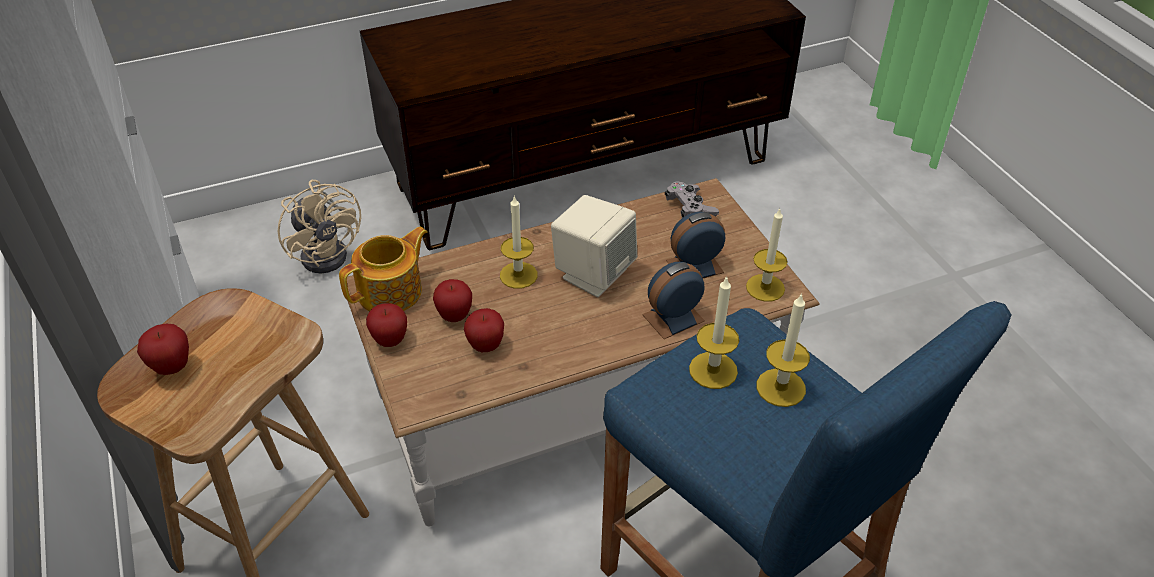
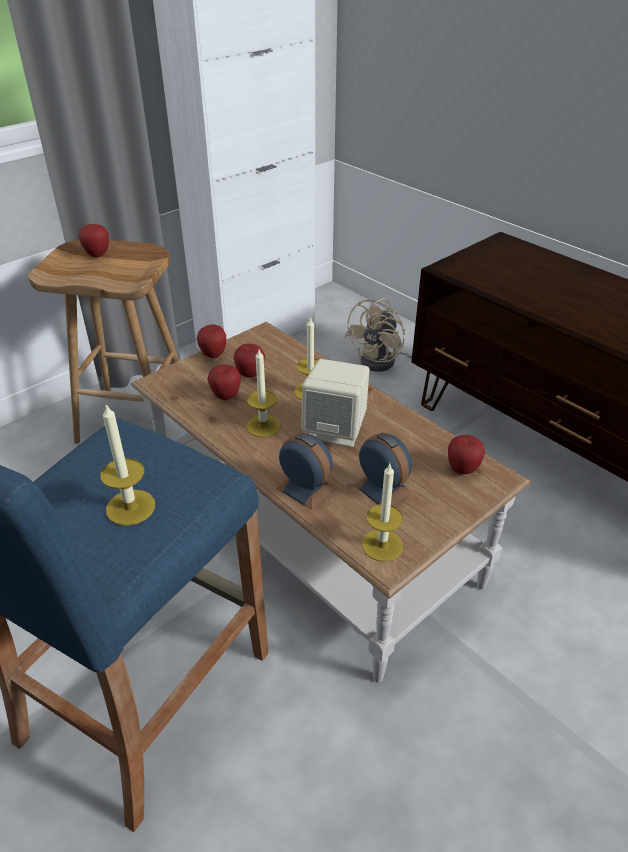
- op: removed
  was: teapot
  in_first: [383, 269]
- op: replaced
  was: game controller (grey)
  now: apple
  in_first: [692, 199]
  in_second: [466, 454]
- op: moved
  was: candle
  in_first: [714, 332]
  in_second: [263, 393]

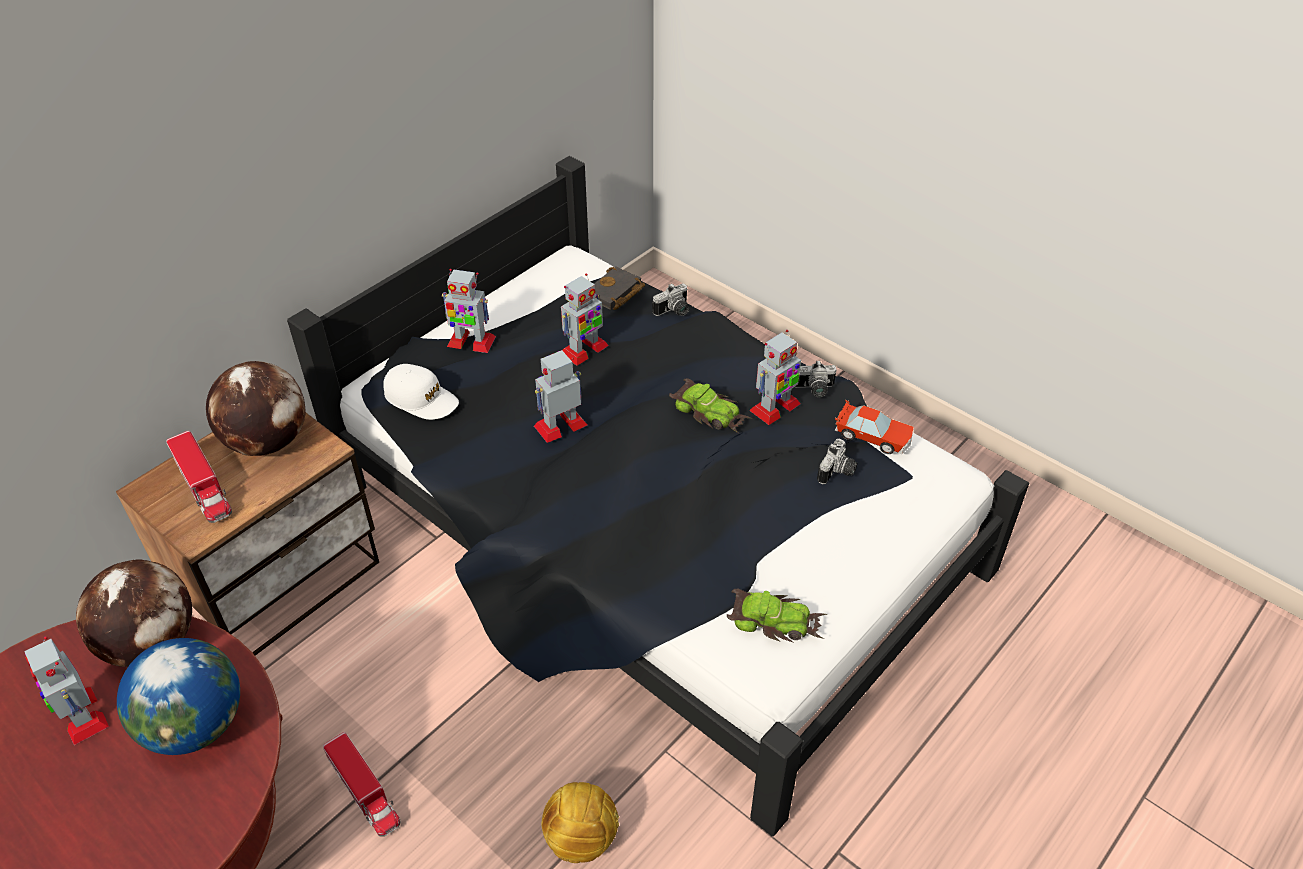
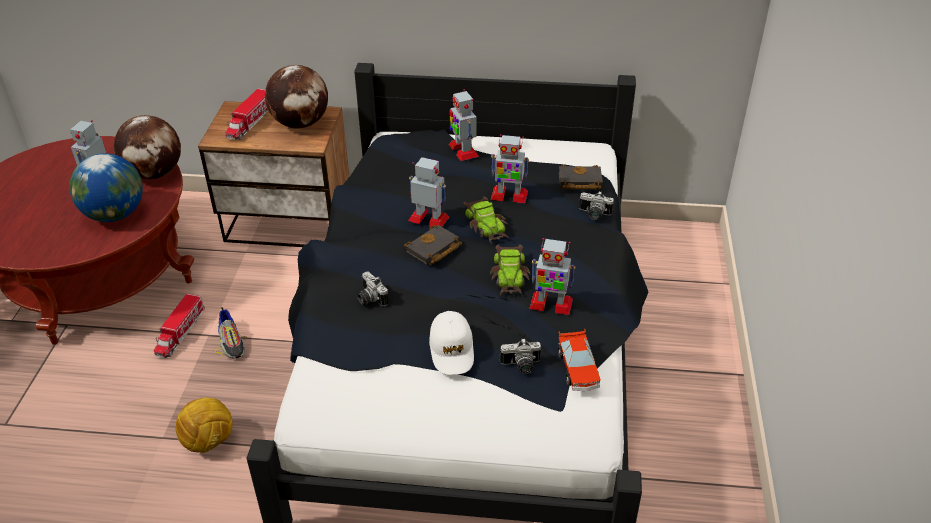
- op: moved
  was: cap (white)
  in_first: [421, 392]
  in_second: [451, 343]
- op: moved
  was: toy car
  in_first: [777, 616]
  in_second: [487, 220]
- op: moved
  was: photo camera
  in_first: [816, 379]
  in_second: [373, 288]
- op: added
  now: shoe
  in_second: [231, 332]
- op: added
  now: book (black)
  in_second: [433, 245]

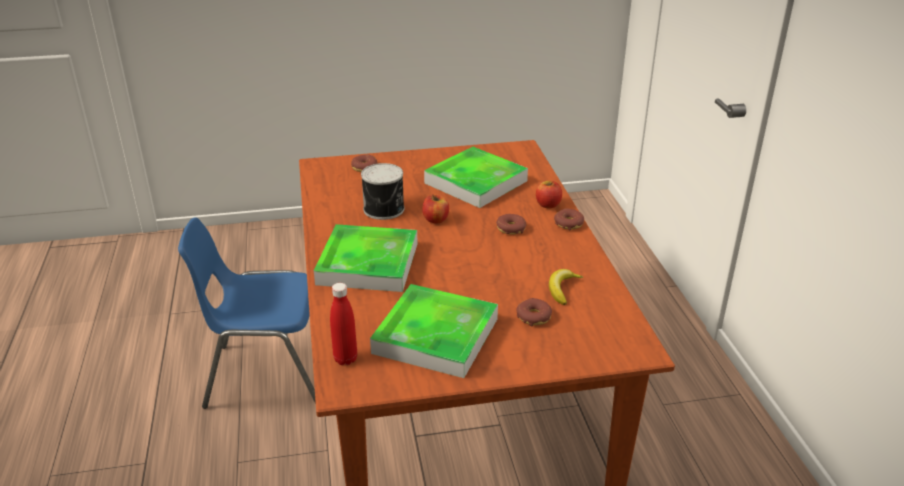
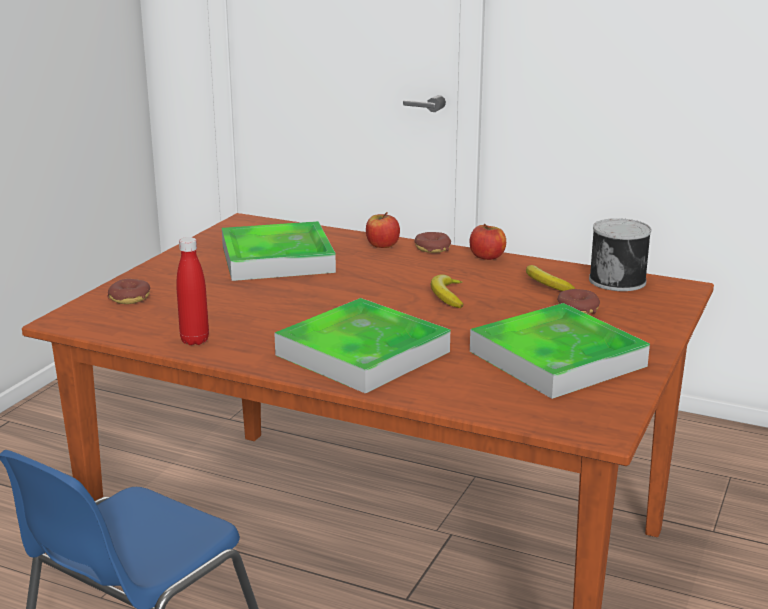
- op: moved
  was: bottle (red)
  in_first: [343, 324]
  in_second: [192, 291]
- op: moved
  was: can
  in_first: [382, 191]
  in_second: [620, 254]
- op: moved
  was: apple
  in_first: [435, 208]
  in_second: [487, 242]
- op: removed
  was: donut
  in_first: [511, 224]
- op: added
  now: banana
  in_second: [447, 291]

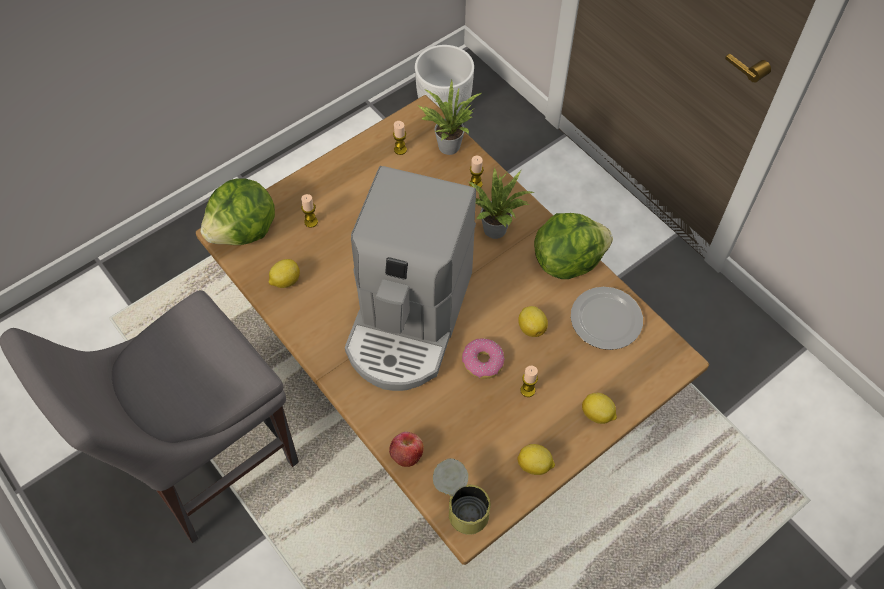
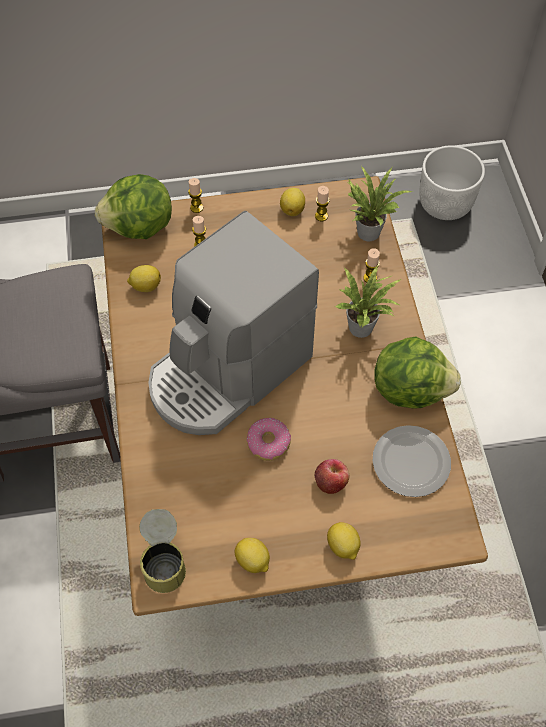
- op: moved
  was: apple
  in_first: [406, 449]
  in_second: [331, 476]
- op: moved
  was: lemon
  in_first: [533, 321]
  in_second: [292, 202]
- op: moved
  was: candle
  in_first: [529, 381]
  in_second: [195, 195]

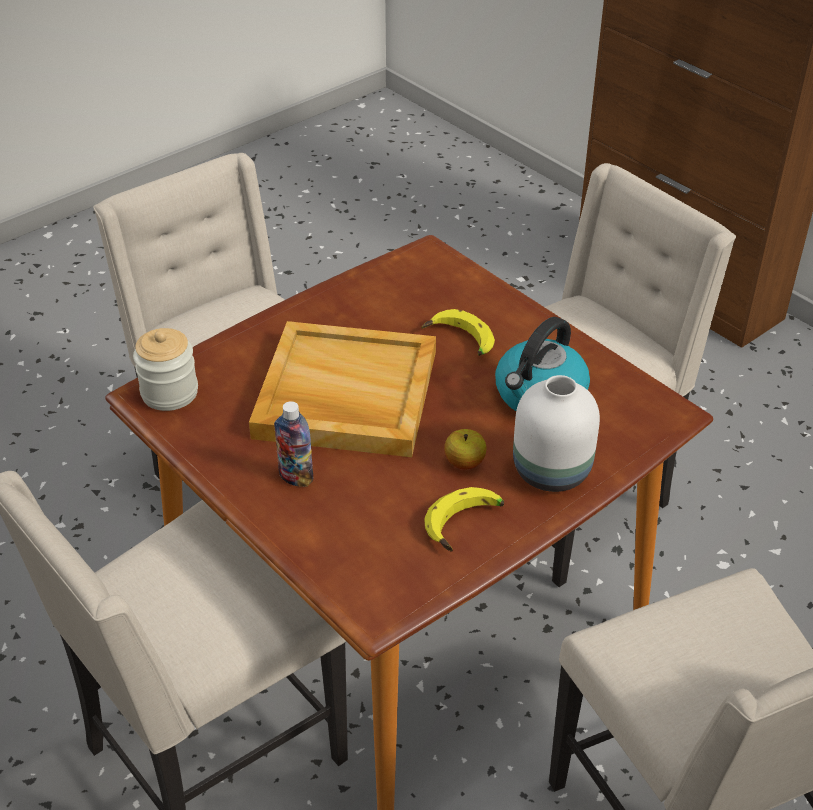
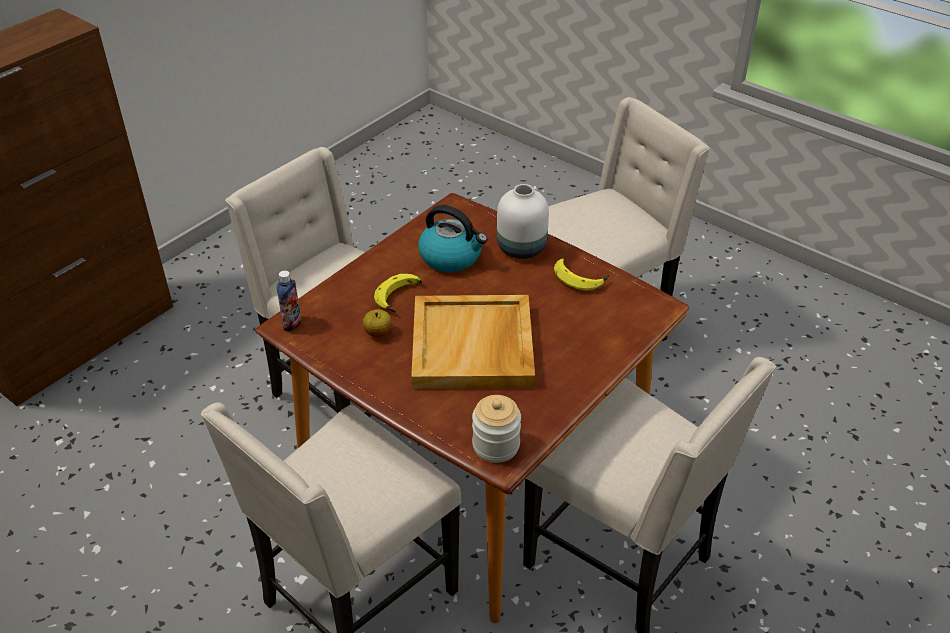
- op: moved
  was: bottle
  in_first: [293, 444]
  in_second: [289, 301]
- op: moved
  was: apple
  in_first: [465, 449]
  in_second: [377, 323]

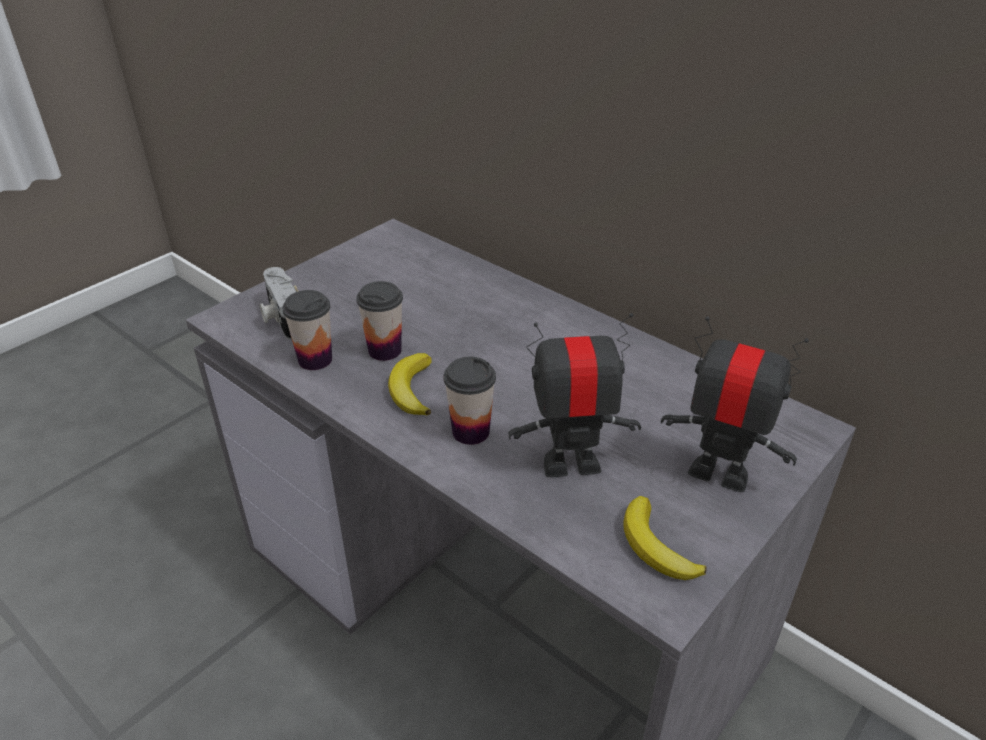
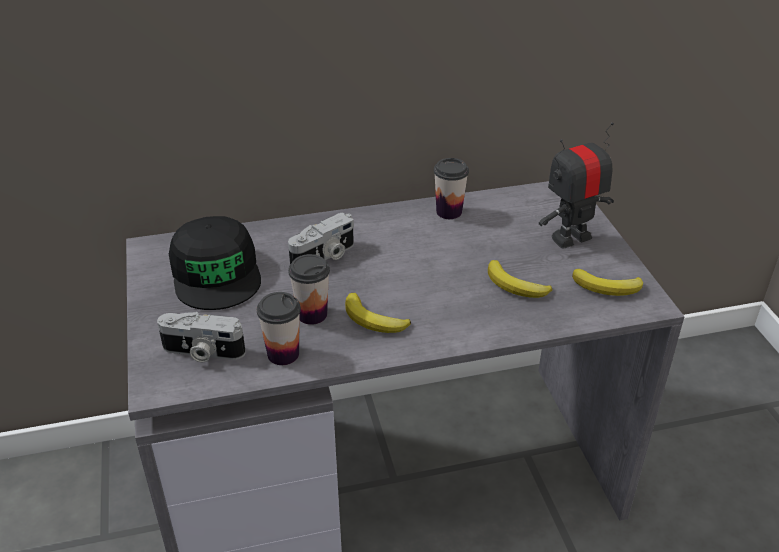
- op: moved
  was: cup
  in_first: [470, 401]
  in_second: [451, 188]
- op: replaced
  was: toy robot
  now: banana
  in_first: [574, 395]
  in_second: [520, 279]
- op: added
  now: cap (black)
  in_second: [215, 263]
- op: added
  now: photo camera
  in_second: [321, 238]

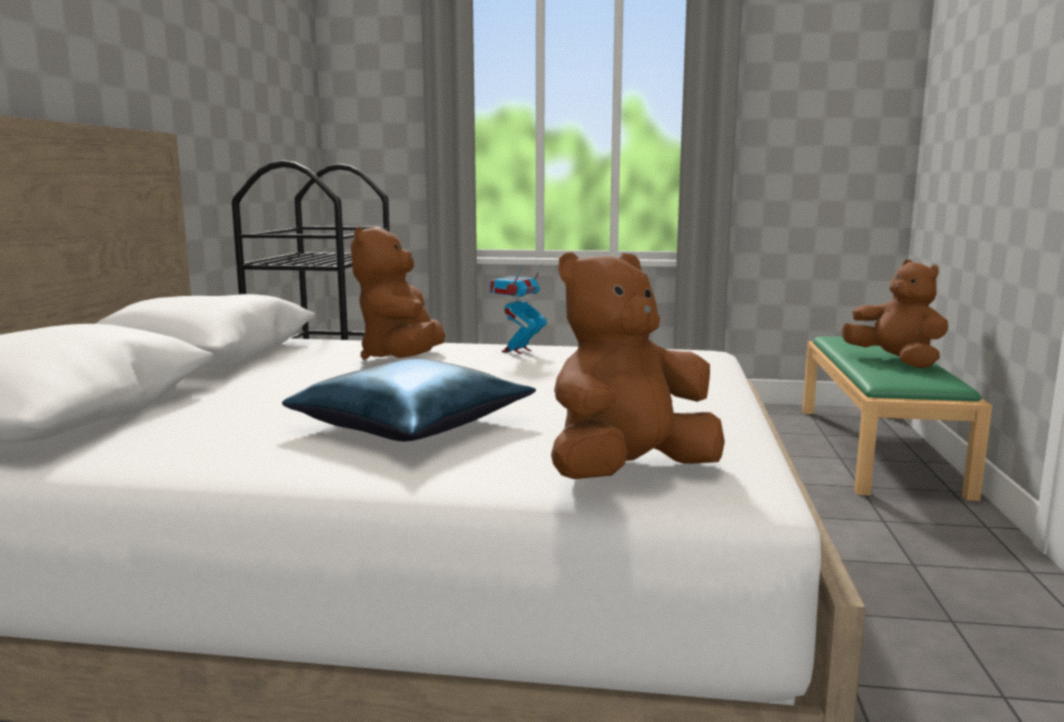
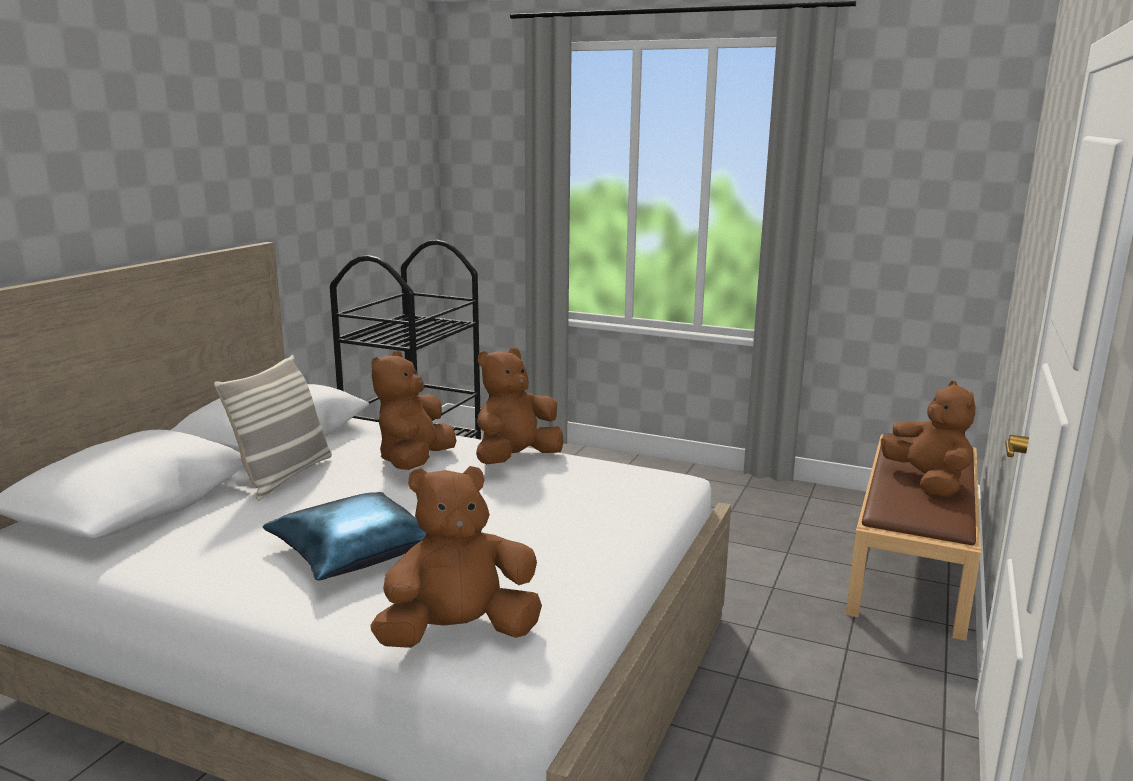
- op: replaced
  was: toy robot
  now: plush toy (brown)
  in_first: [518, 308]
  in_second: [520, 406]
- op: recoloured
  was: bench (green)
  now: bench (brown)
  in_first: [897, 418]
  in_second: [913, 537]
- op: added
  now: pillow
  in_second: [273, 428]

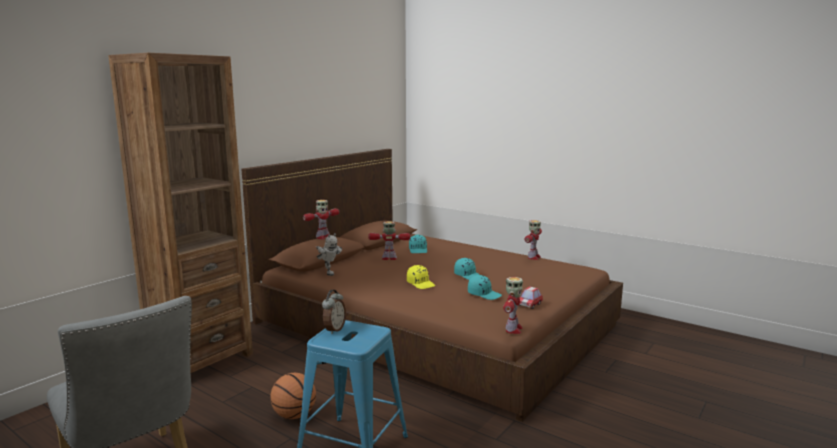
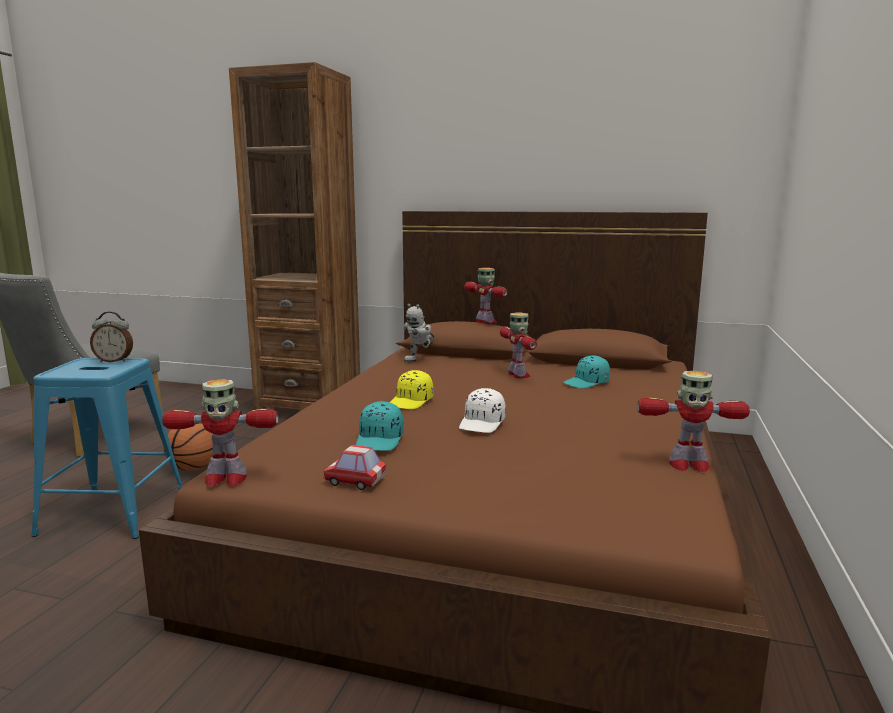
- op: turned
  was: toy robot
  in_first: [321, 219]
  in_second: [486, 296]
  clockwise: -150
- op: recoloured
  was: cap (turquoise)
  now: cap (white)
  in_first: [467, 269]
  in_second: [482, 410]

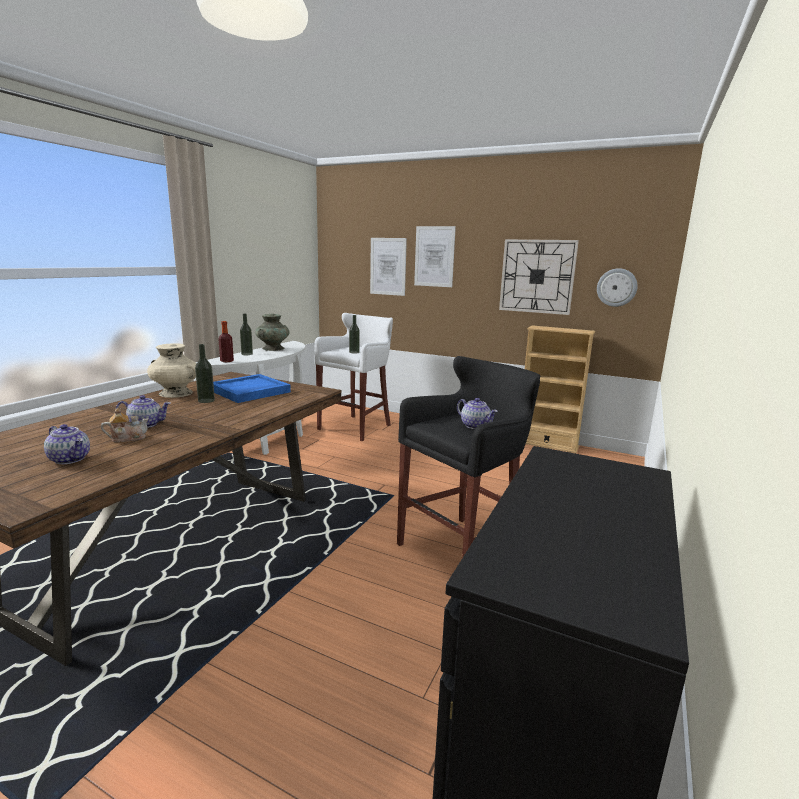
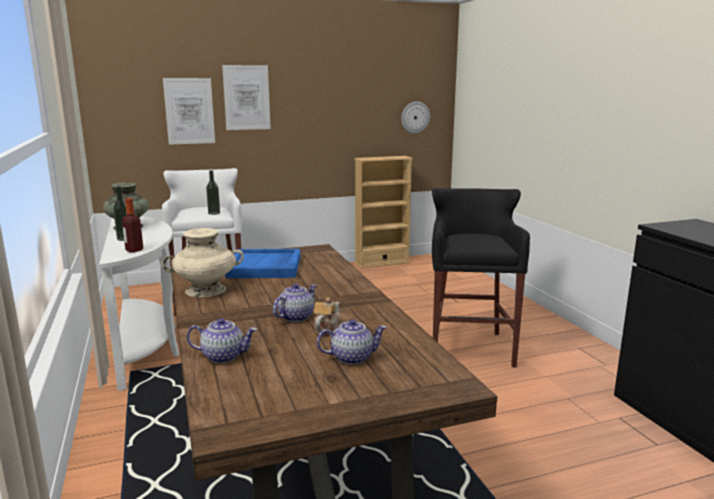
- op: removed
  was: bottle
  in_first: [205, 373]
- op: moved
  was: teapot
  in_first: [477, 413]
  in_second: [222, 340]
- op: removed
  was: wall clock
  in_first: [539, 277]

